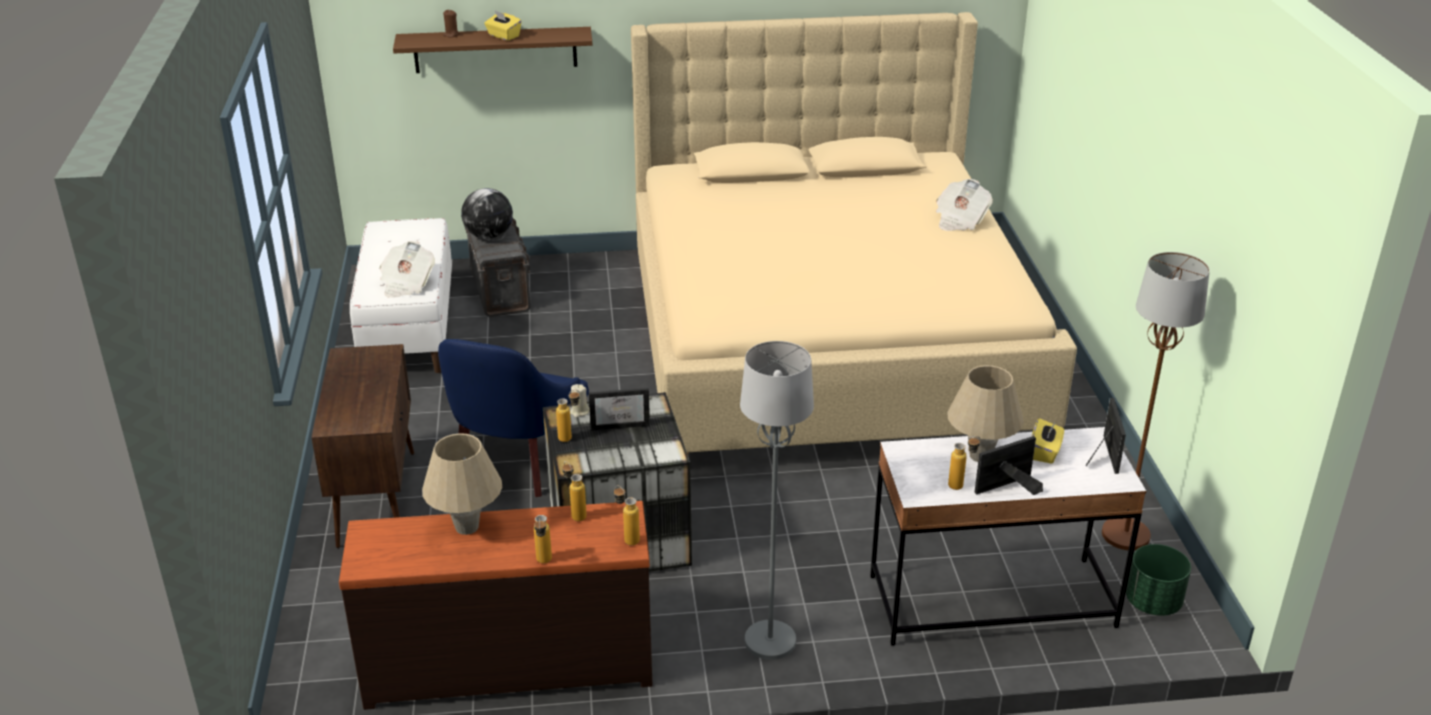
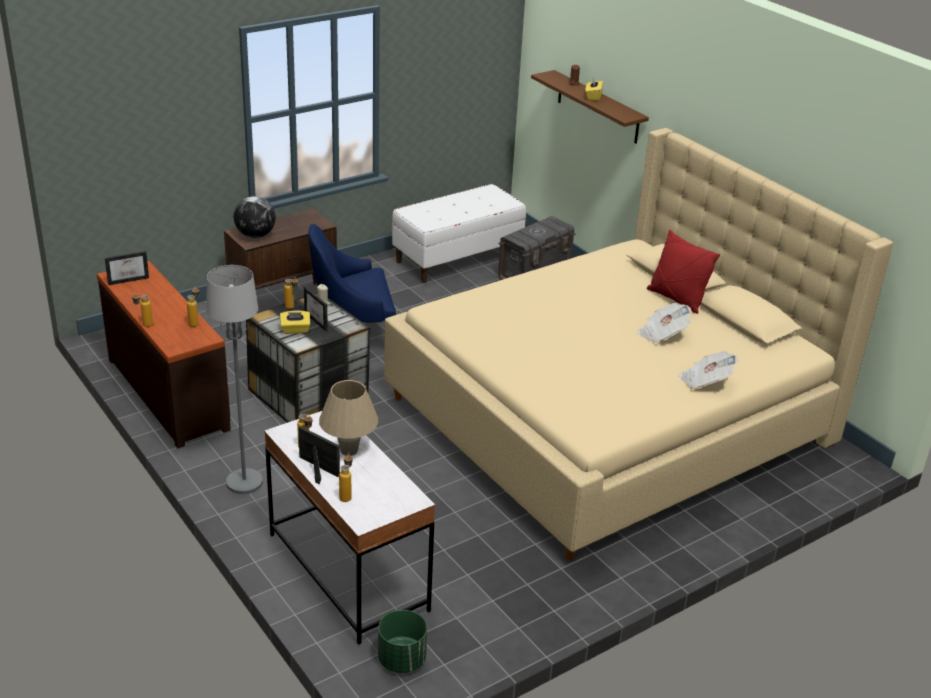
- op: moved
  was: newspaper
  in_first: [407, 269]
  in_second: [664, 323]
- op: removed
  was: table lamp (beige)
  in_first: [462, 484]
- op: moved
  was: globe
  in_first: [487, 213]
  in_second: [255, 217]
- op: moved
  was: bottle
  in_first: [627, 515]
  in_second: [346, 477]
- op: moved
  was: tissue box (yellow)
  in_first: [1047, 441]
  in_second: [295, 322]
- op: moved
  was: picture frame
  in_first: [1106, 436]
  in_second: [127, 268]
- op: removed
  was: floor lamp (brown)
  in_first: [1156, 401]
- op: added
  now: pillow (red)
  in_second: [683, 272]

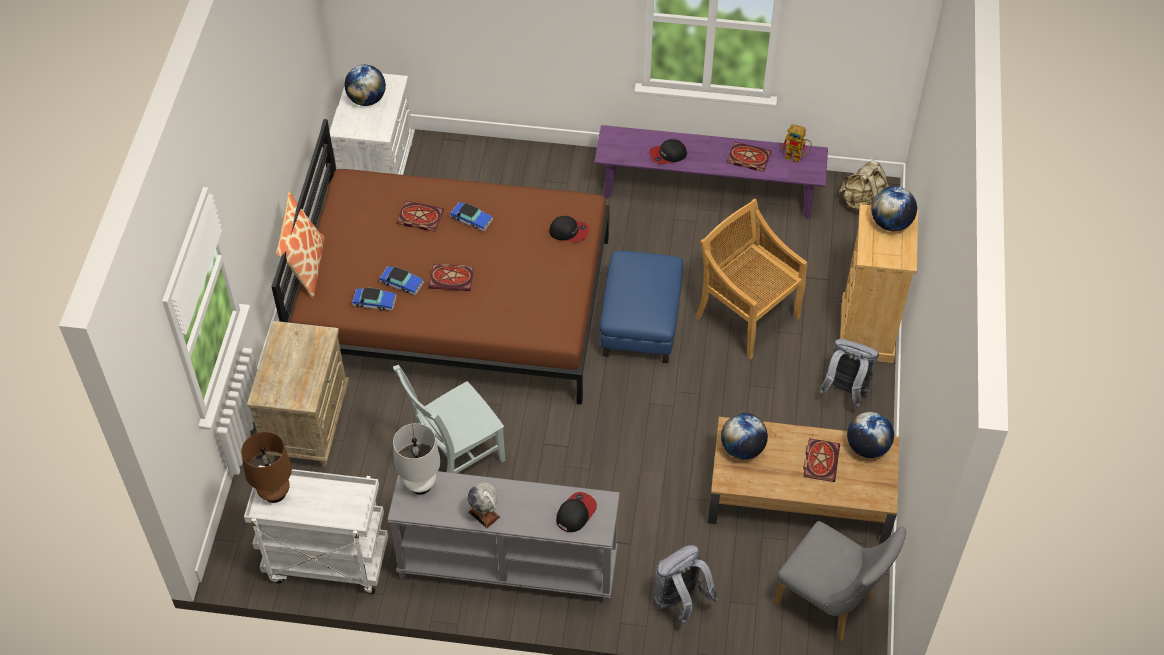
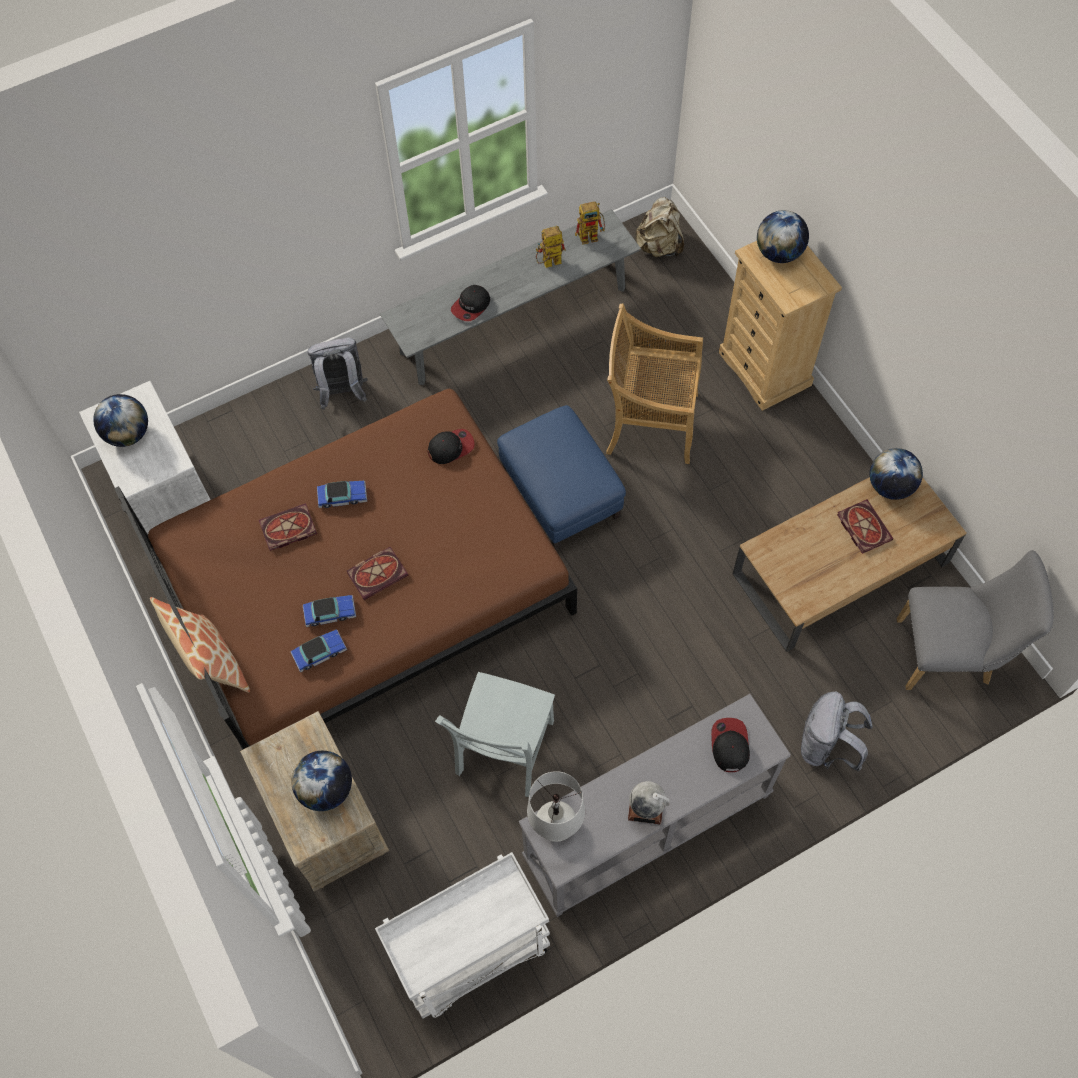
- op: removed
  was: table lamp (brown)
  in_first: [266, 467]
- op: recoloured
  was: bench (purple)
  now: bench (grey)
  in_first: [711, 172]
  in_second: [510, 297]
- op: moved
  was: globe
  in_first: [744, 436]
  in_second: [321, 781]
- op: replaced
  was: book
  now: toy robot
  in_first: [749, 156]
  in_second: [551, 247]
- op: moved
  was: backpack (grey)
  in_first: [849, 373]
  in_second: [337, 374]

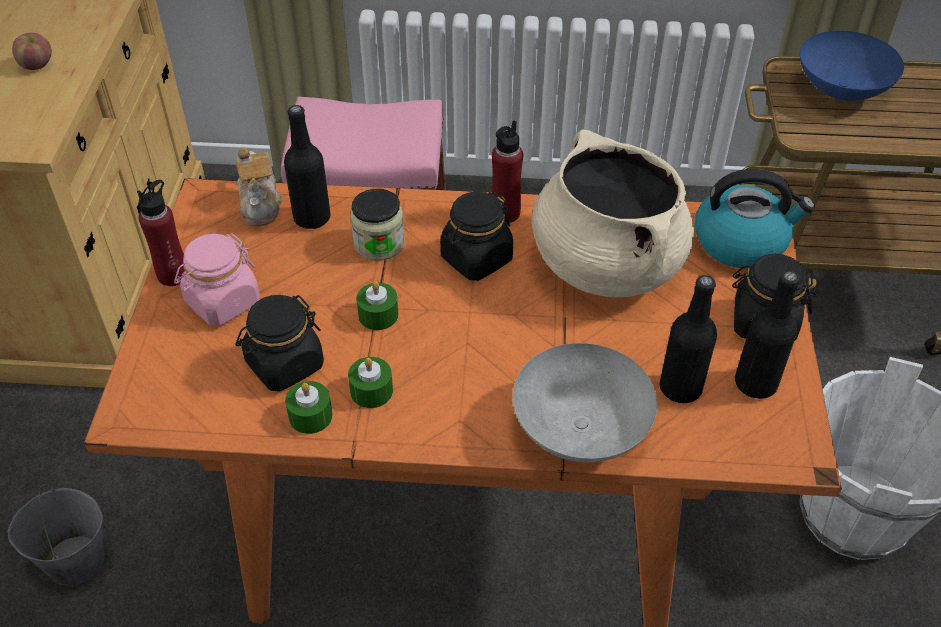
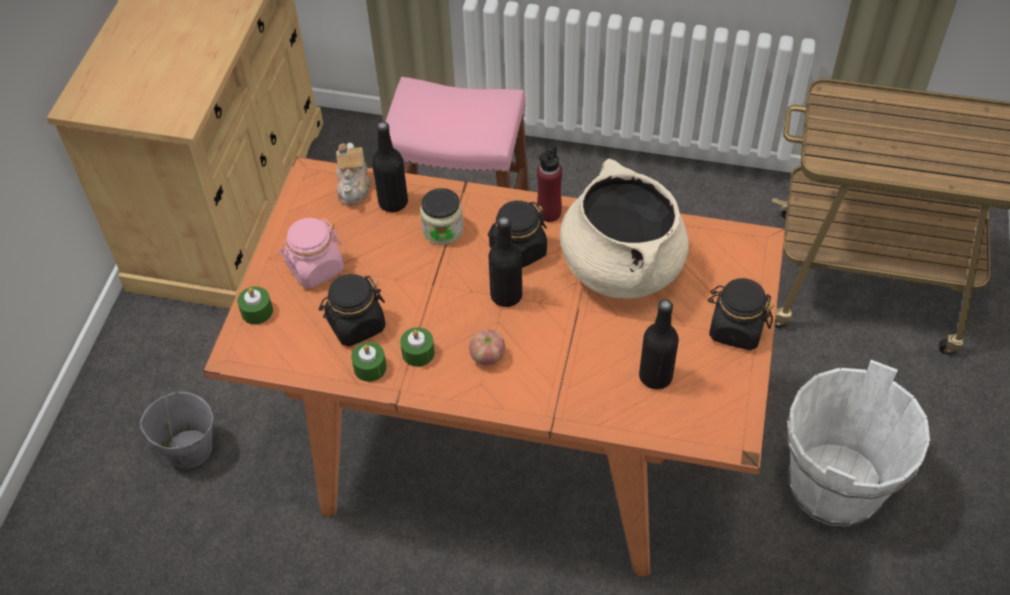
- op: moved
  was: apple
  in_first: [32, 51]
  in_second: [487, 347]
- op: removed
  was: bottle (red)
  in_first: [161, 233]
- op: moved
  was: candle (green)
  in_first: [377, 305]
  in_second: [255, 305]
- op: removed
  was: bowl (grey)
  in_first: [585, 403]
- op: removed
  was: kettle
  in_first: [755, 218]
- op: moved
  was: bottle (black)
  in_first: [767, 335]
  in_second: [505, 261]
- op: removed
  was: bowl (blue)
  in_first: [852, 65]

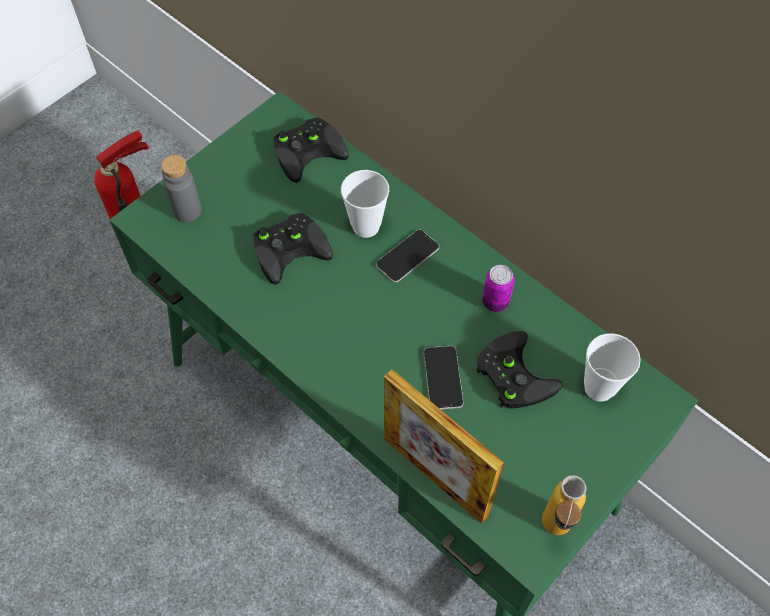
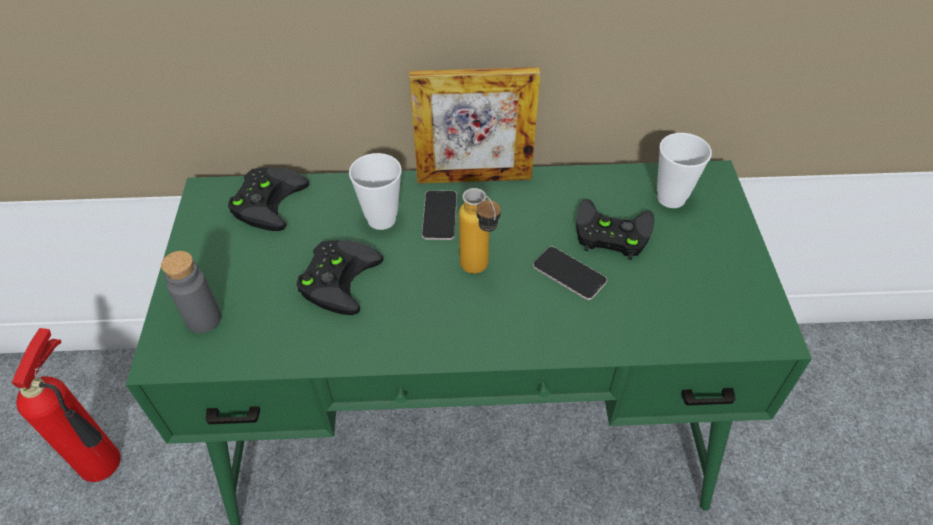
- op: moved
  was: picture frame
  in_first: [444, 446]
  in_second: [474, 125]
- op: removed
  was: can
  in_first: [498, 288]
- op: moved
  was: bottle
  in_first: [564, 505]
  in_second: [480, 231]

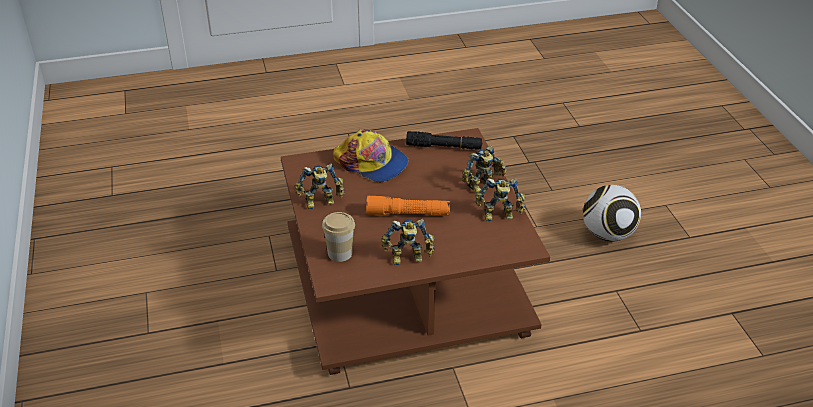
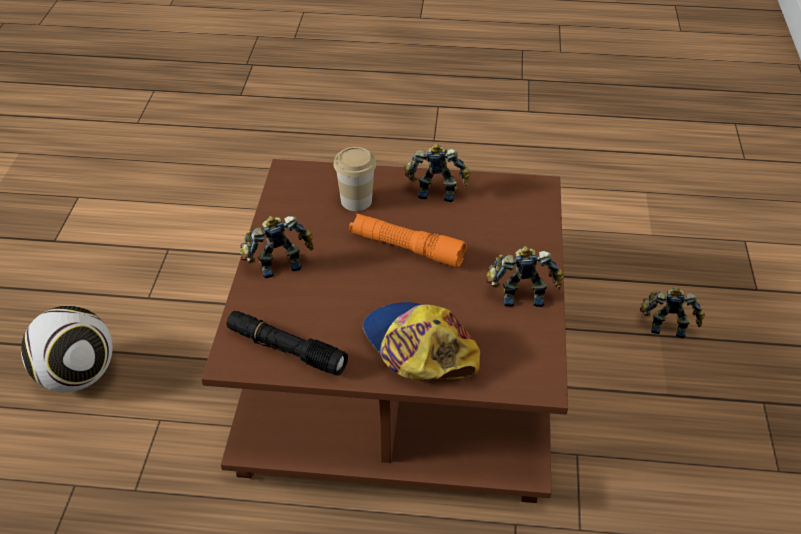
- op: moved
  was: cup
  in_first: [338, 237]
  in_second: [354, 179]
- op: moved
  was: toy robot
  in_first: [500, 199]
  in_second: [672, 313]

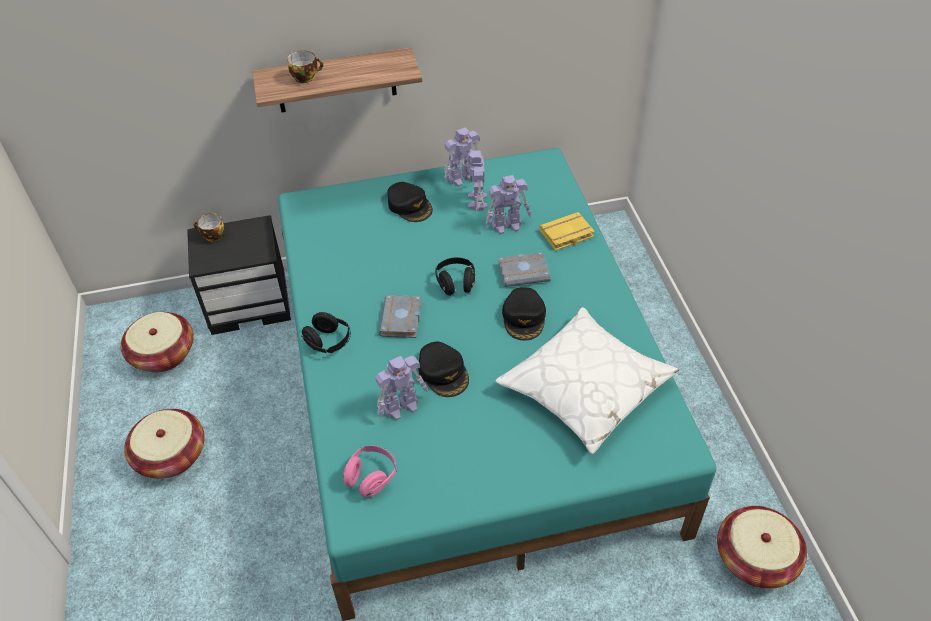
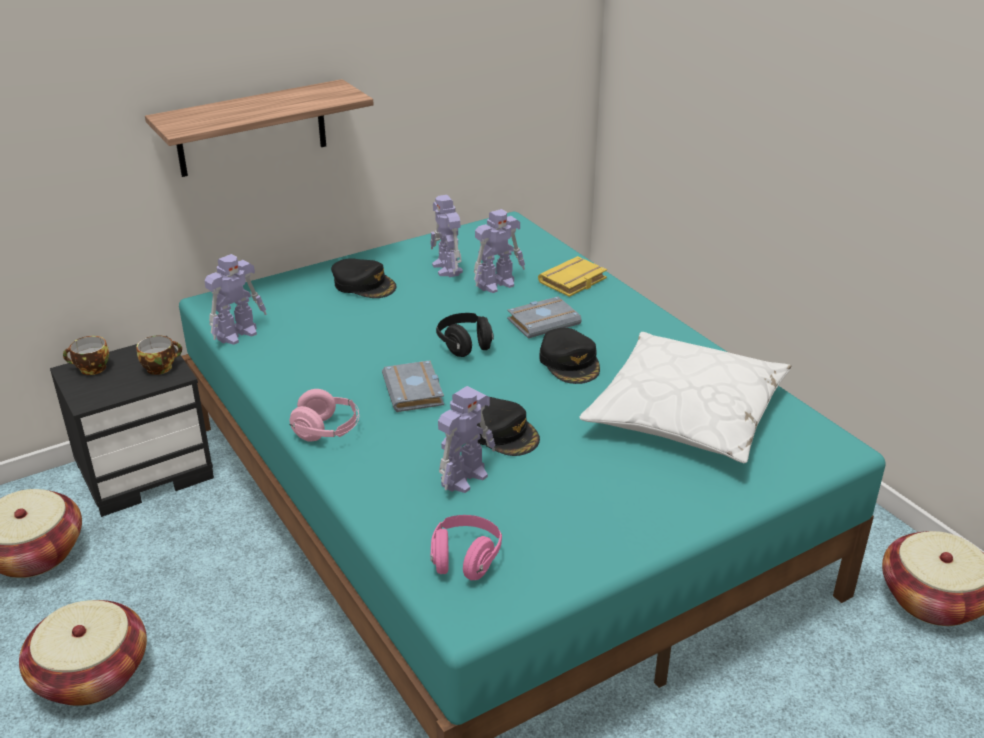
- op: moved
  was: cup
  in_first: [305, 67]
  in_second: [159, 355]
- op: recoloured
  was: headphones (black)
  now: headphones (pink)
  in_first: [326, 332]
  in_second: [324, 415]
- op: moved
  was: toy robot
  in_first: [462, 157]
  in_second: [235, 299]

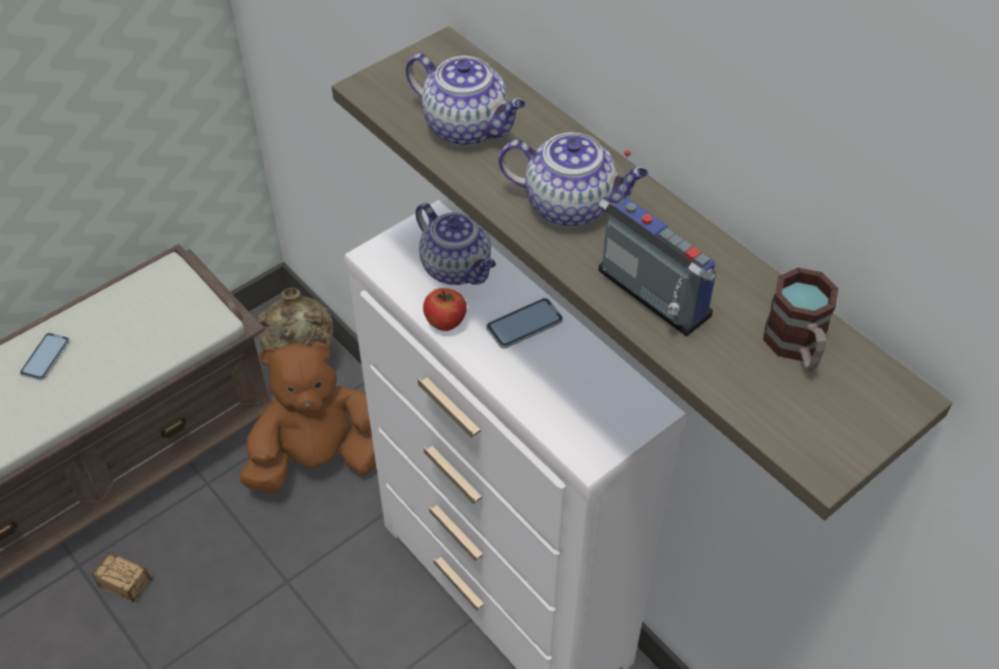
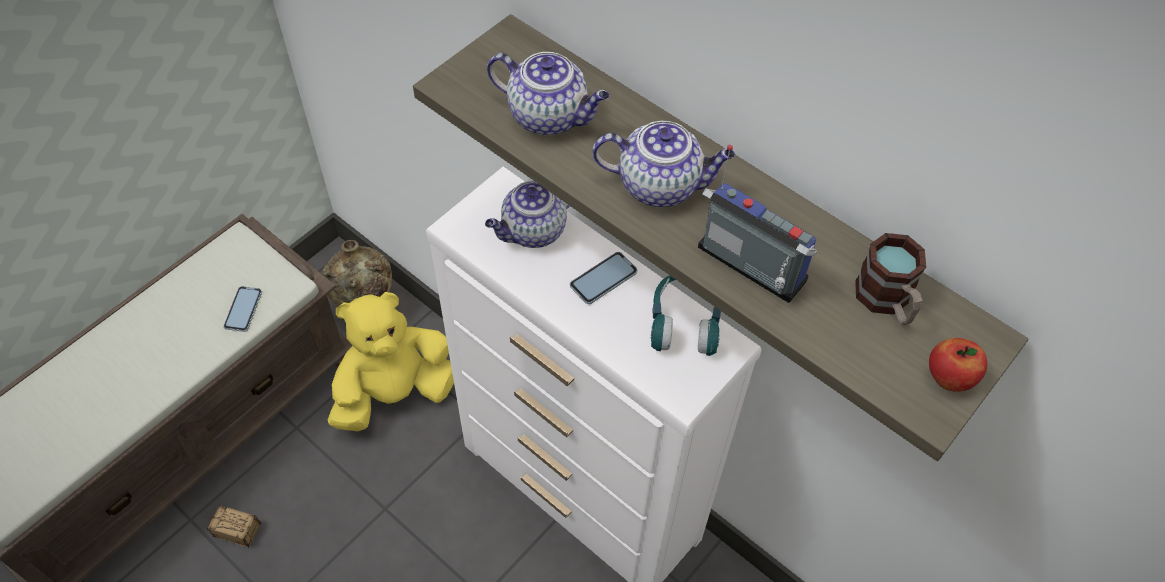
- op: moved
  was: phone
  in_first: [45, 356]
  in_second: [242, 309]
- op: recoloured
  was: plush toy (brown)
  now: plush toy (yellow)
  in_first: [307, 418]
  in_second: [391, 361]
- op: turned
  was: teapot
  in_first: [455, 244]
  in_second: [527, 214]
  clockwise: 105
- op: moved
  was: apple
  in_first: [445, 309]
  in_second: [958, 365]
- op: added
  now: headphones (turquoise)
  in_second: [686, 315]

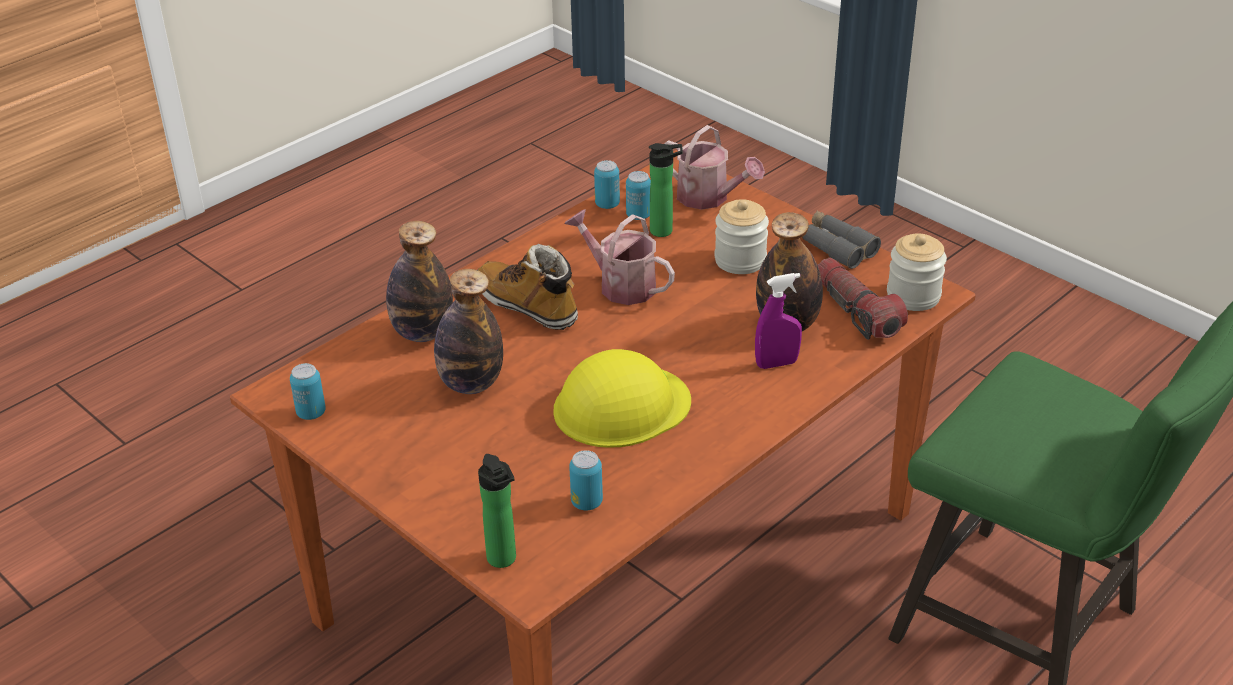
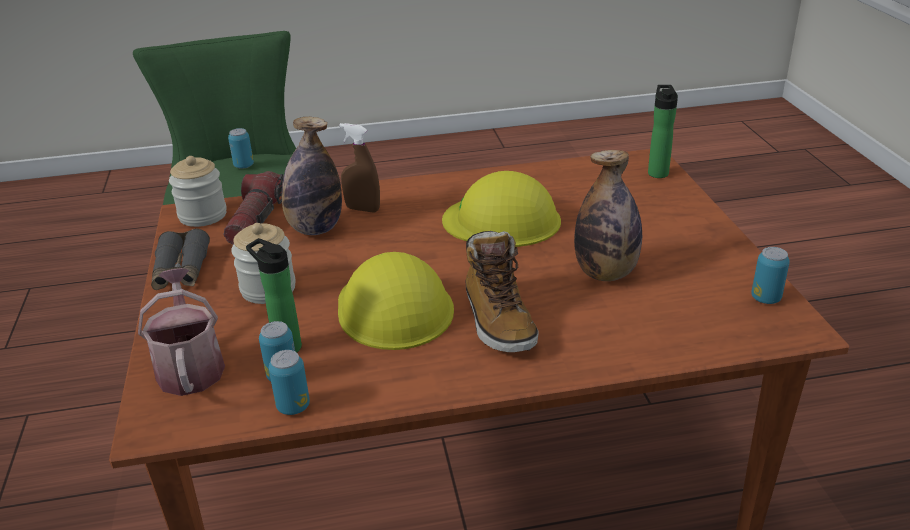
- op: removed
  was: bottle
  in_first: [419, 281]
- op: replaced
  was: watering can
  now: hard hat (yellow)
  in_first: [619, 257]
  in_second: [396, 301]
- op: moved
  was: can
  in_first: [586, 480]
  in_second: [241, 148]
- op: recoloured
  was: spray bottle (purple)
  now: spray bottle (brown)
  in_first: [778, 321]
  in_second: [359, 167]

